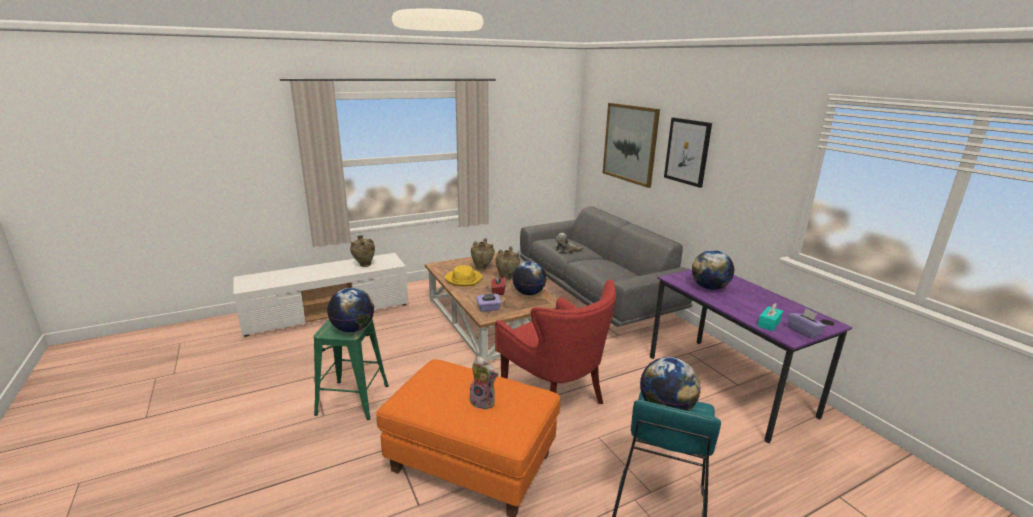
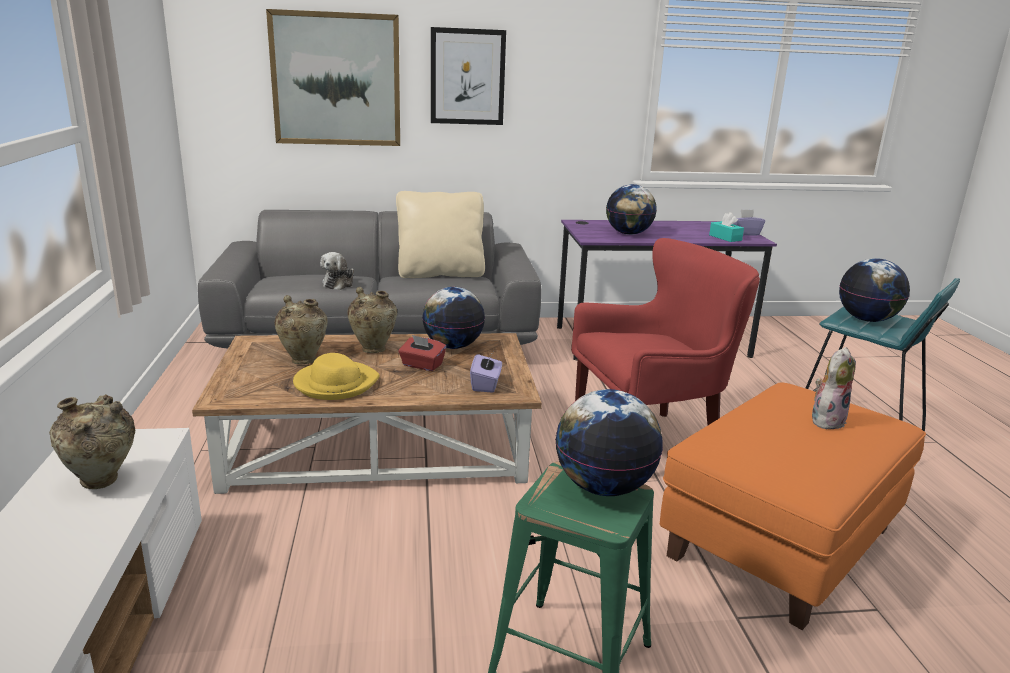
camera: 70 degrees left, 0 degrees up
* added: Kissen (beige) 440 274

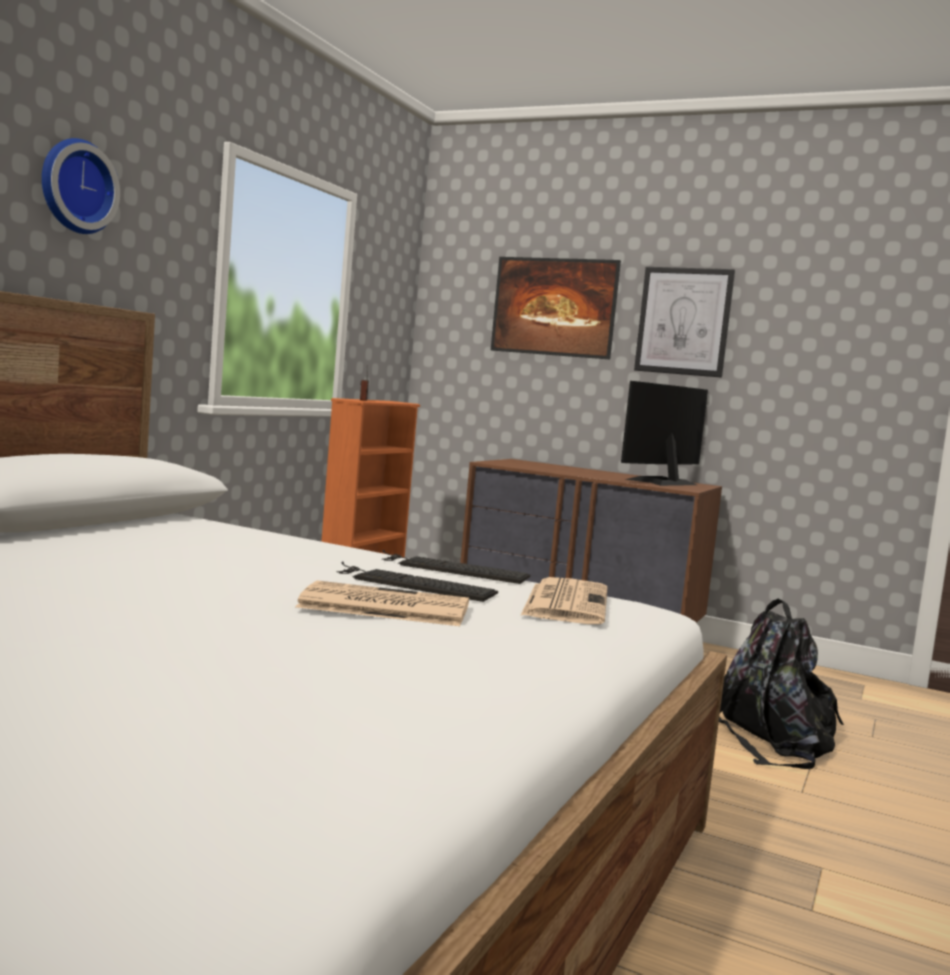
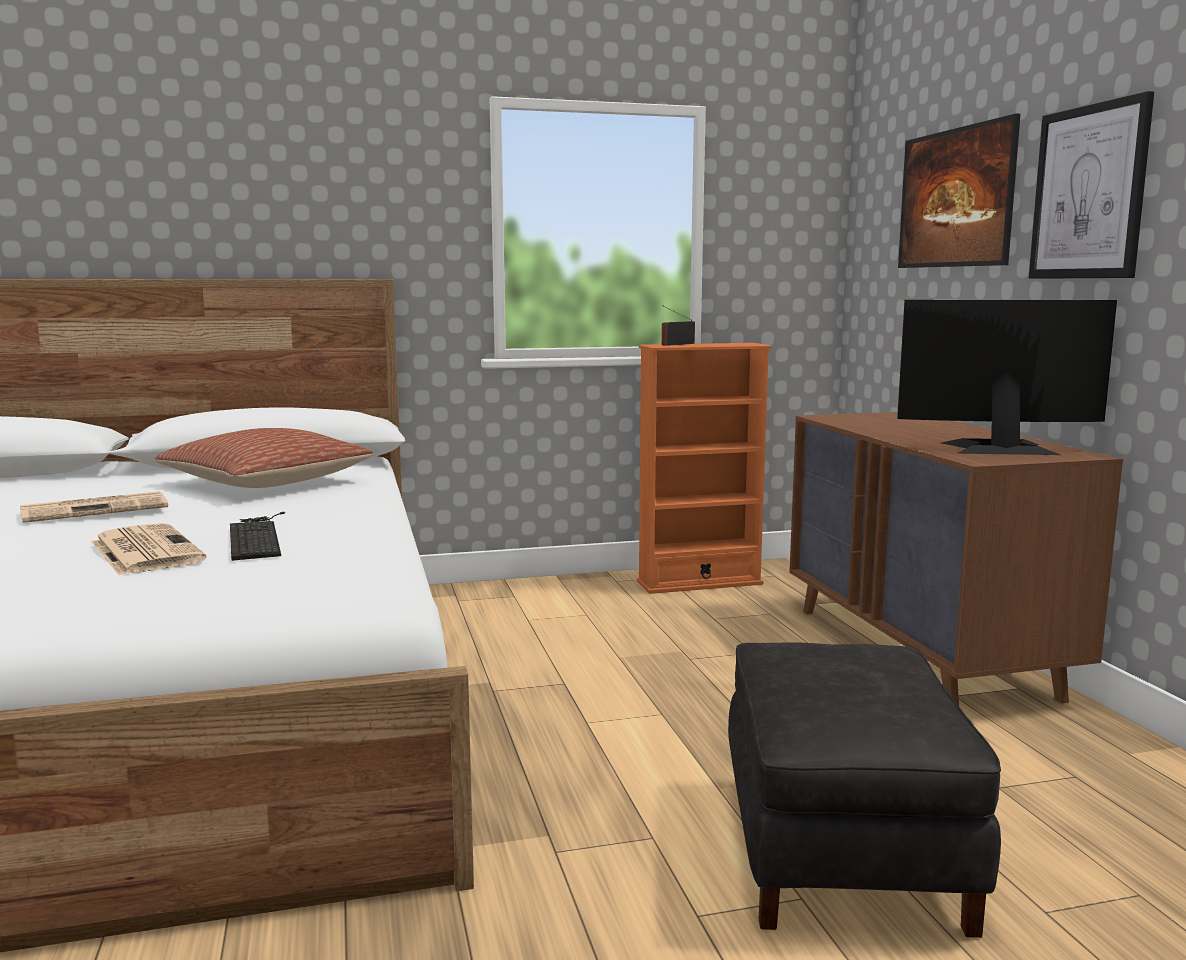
camera: 50 degrees right, 5 degrees up
* removed: Wanduhr 75 186
* removed: Tastatur 450 568
* added: Kissen 266 483
* moved: Zeitung 565 602 to 97 509
* replaced: Rucksack (schwarz) 774 740 to Polsterhocker (schwarz) 840 850

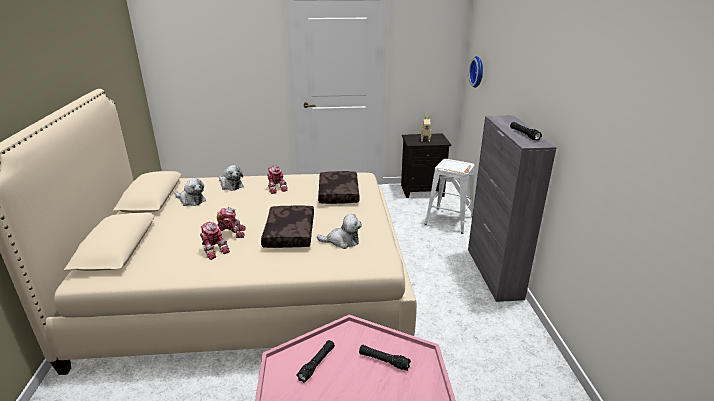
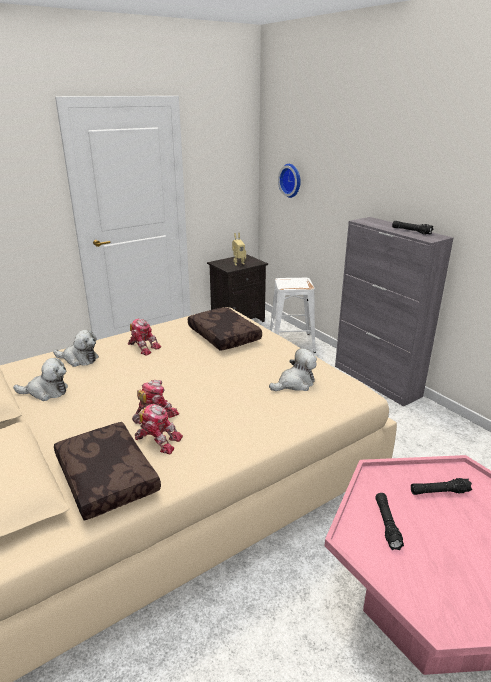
camera: 30 degrees left, 0 degrees up
* moved: Kissen (braun) 288 233 to 105 478

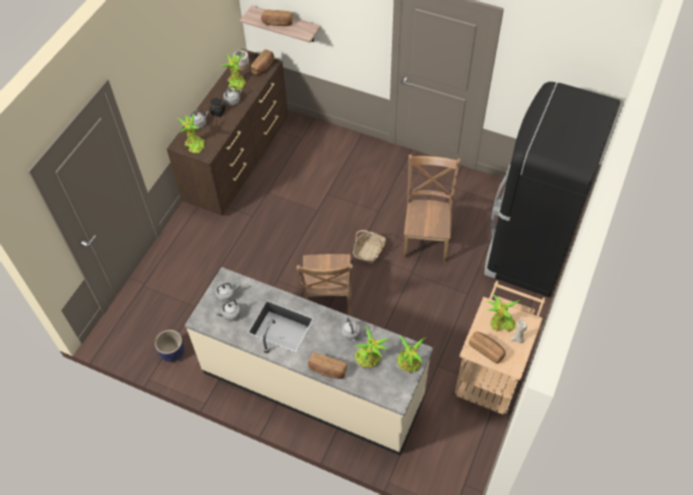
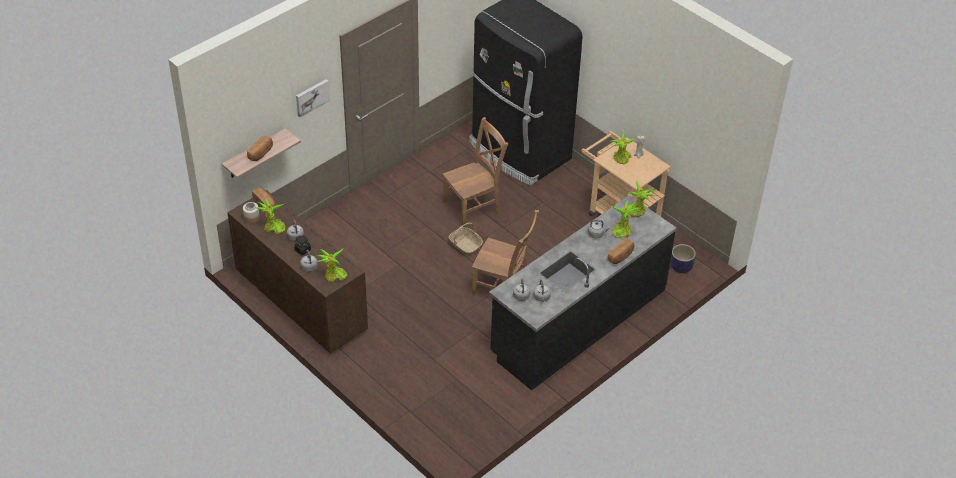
camera: 70 degrees left, 10 degrees down
* removed: Brot 486 350
* added: Bild 311 97
* moved: Pflanzkübel 172 353 to 681 267
* recoloured: Küchenzeile (beige) 313 384 to Küchenzeile (schwarz) 578 321
* turned: Stuhl (braun) 426 239 = 474 206 120 degrees clockwise

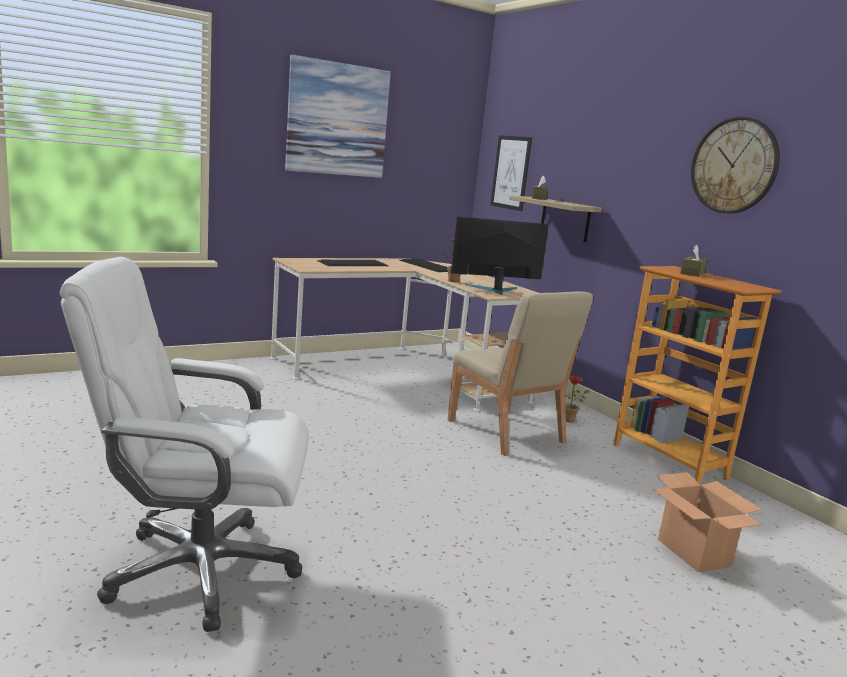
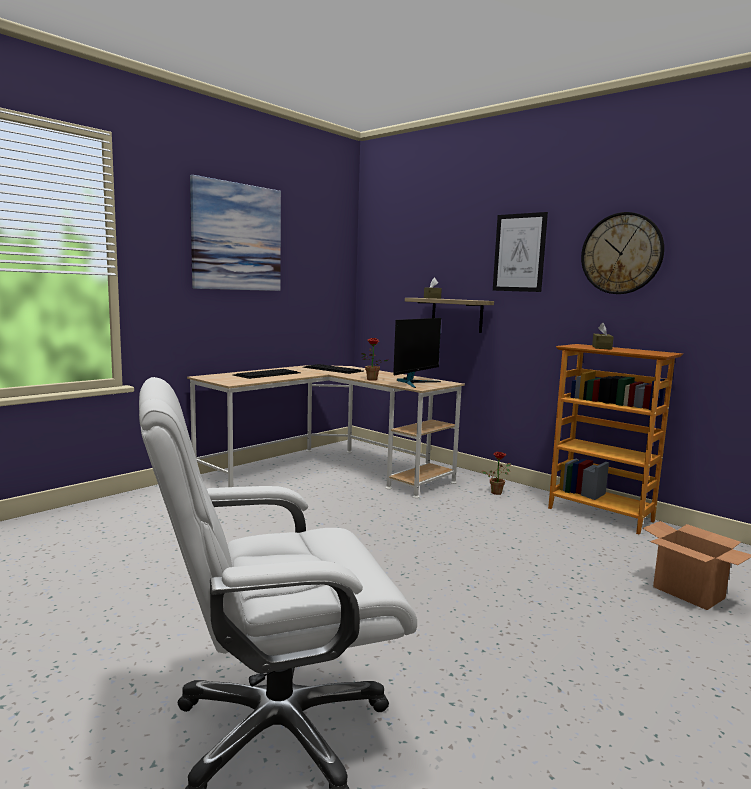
camera: 15 degrees left, 5 degrees down
* removed: Stuhl (beige) 506 432
* moved: Bild 511 172 to 519 252
* turned: Monitor 495 289 = 414 383 150 degrees clockwise

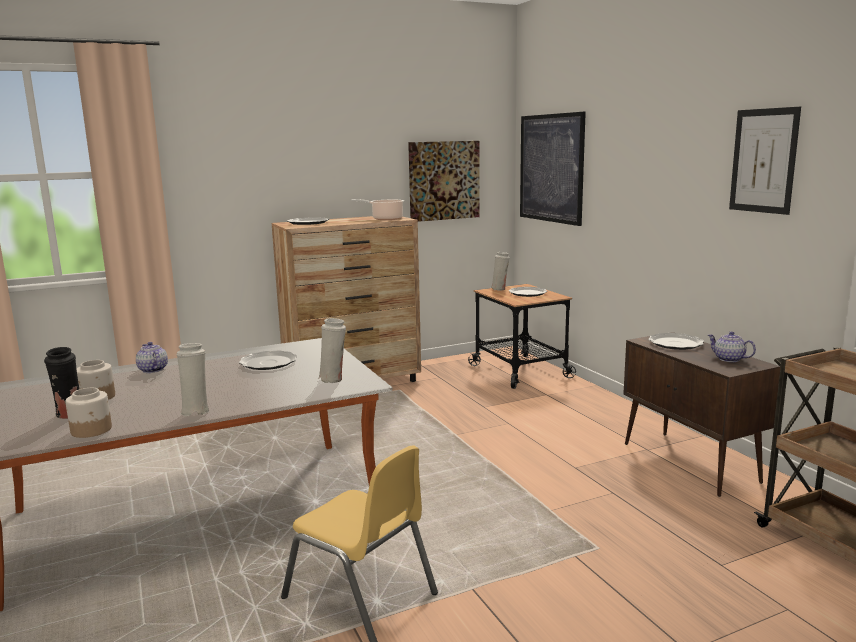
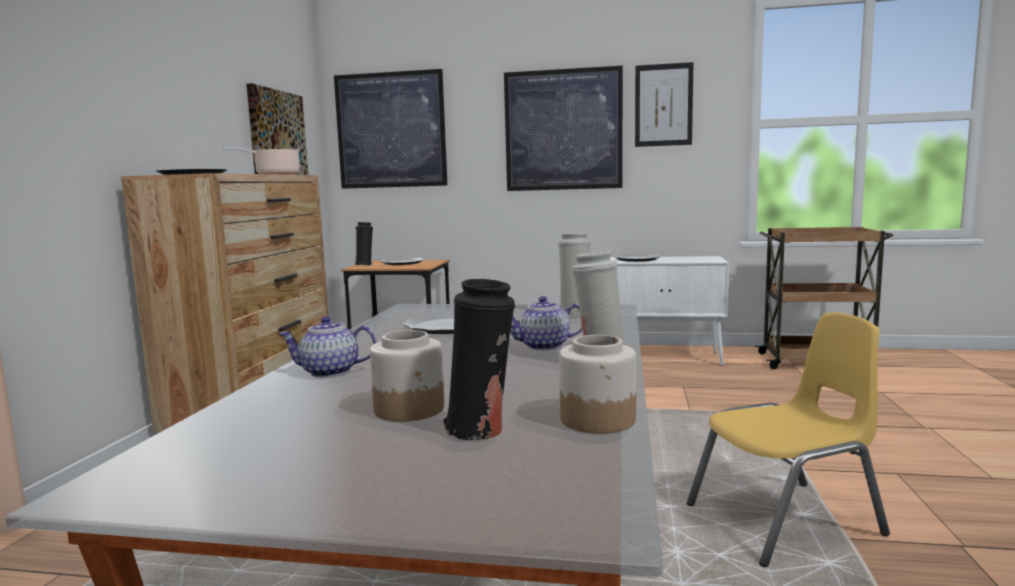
camera: 55 degrees left, 5 degrees down
* added: Bild 563 130
* moved: Teekanne 728 359 to 543 346
* recoloured: Vase (weiß) 500 289 to Vase (schwarz) 365 265
* recoloured: Schrank (braun) 690 463 to Schrank (weiß) 664 358

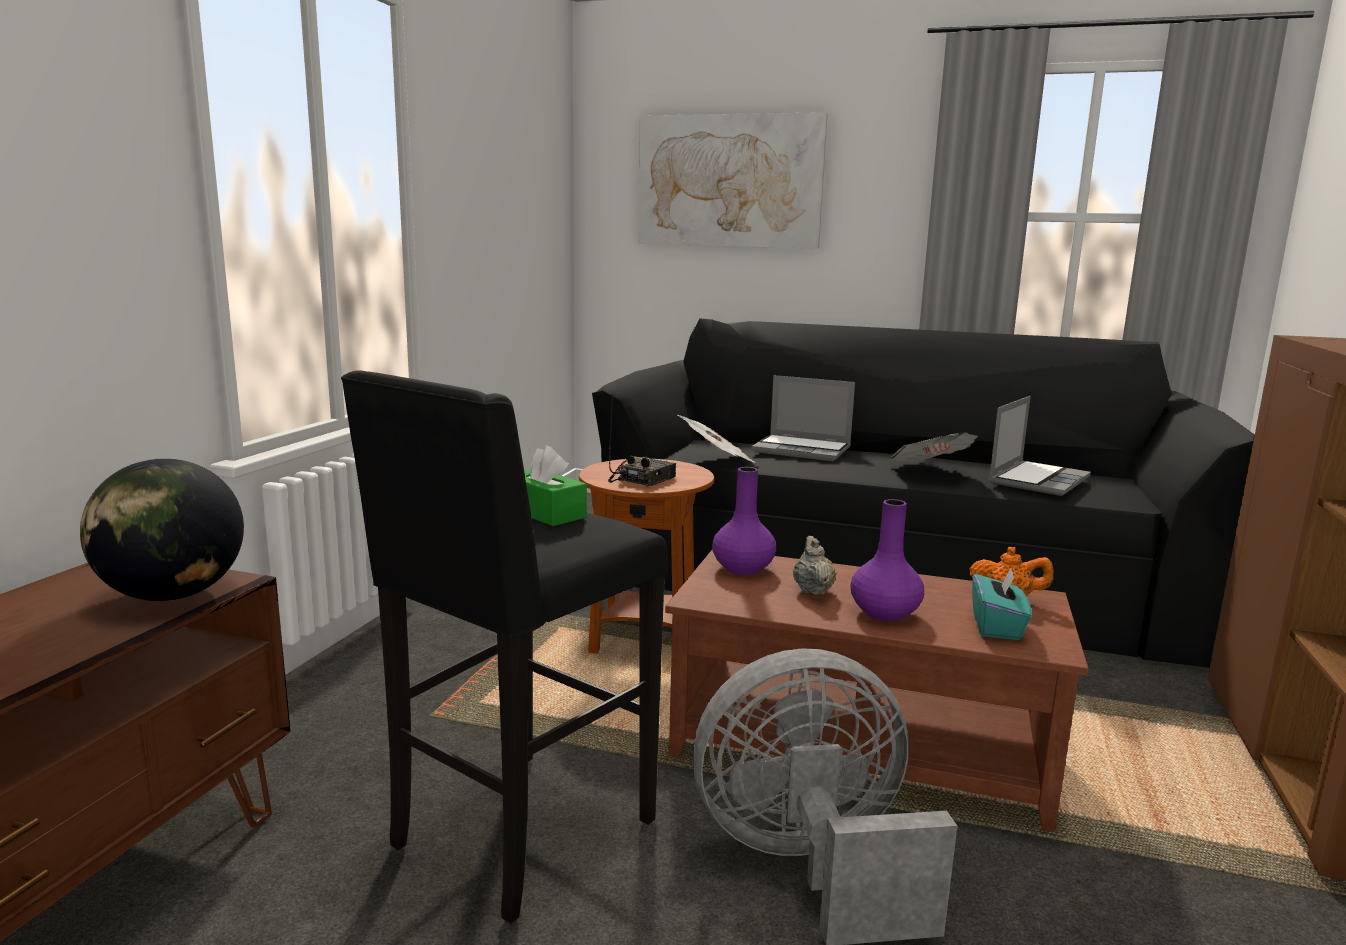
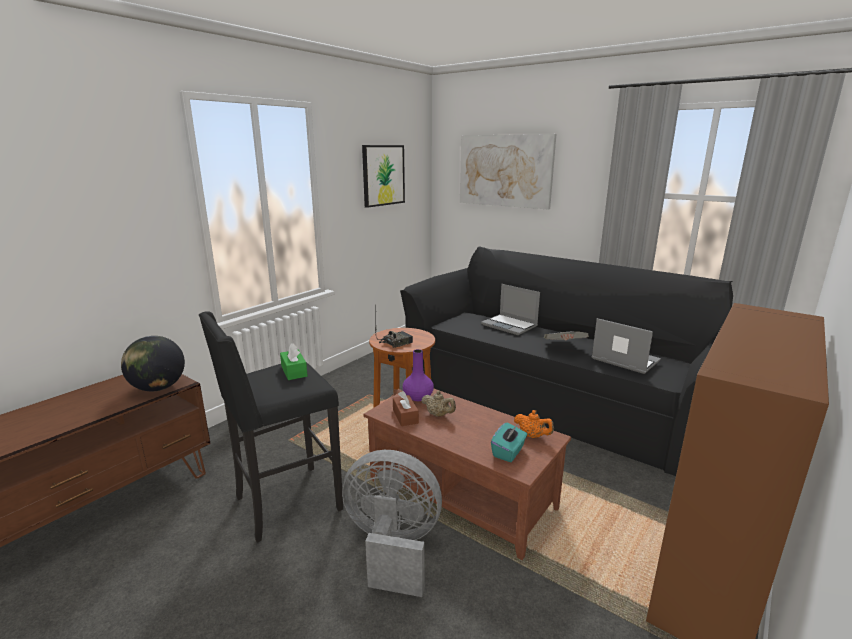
camera: 20 degrees right, 5 degrees up
* removed: Zeitung 717 460
* removed: Vase (lila) 884 613
* added: Bild 383 175
* added: Taschentuchbox (braun) 405 416
* turned: Teekanne (beige) 812 590 = 438 415 105 degrees clockwise
* turned: Laptop 1037 480 = 624 360 105 degrees counterclockwise

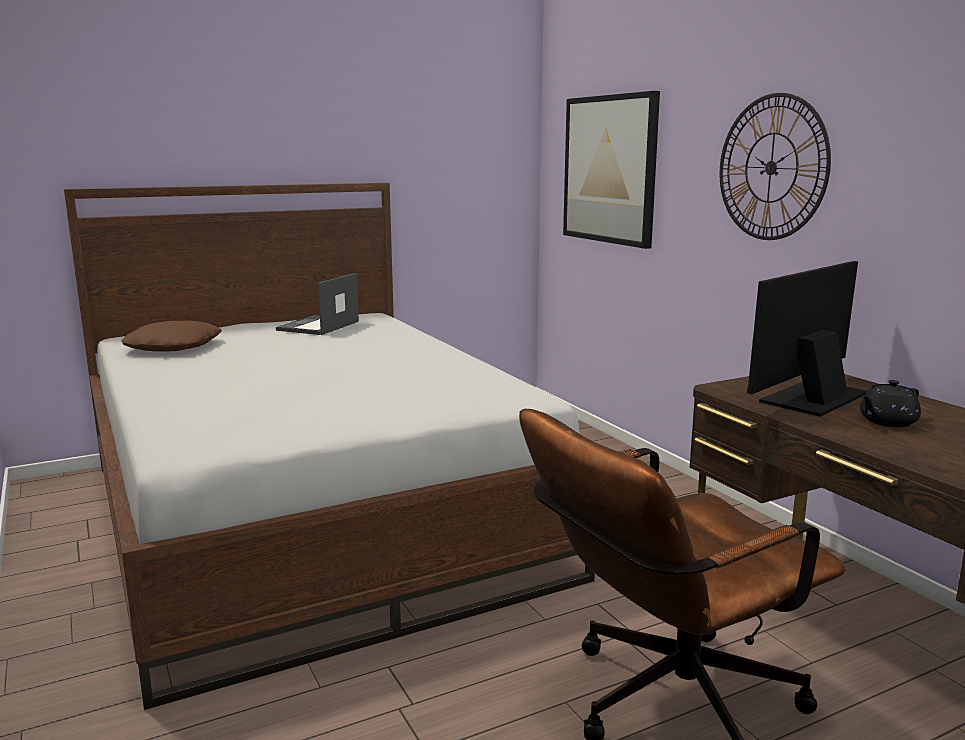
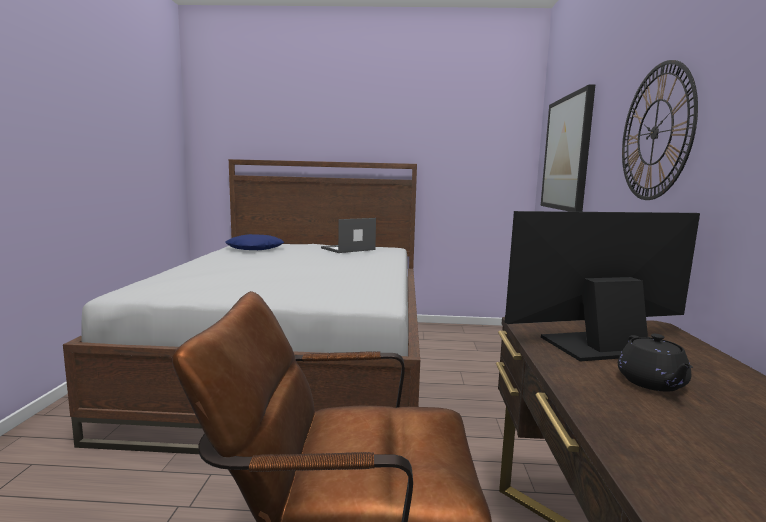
camera: 30 degrees right, 5 degrees down
* recoloured: Kissen (braun) 173 347 to Kissen (blau) 254 249
* turned: Teekanne (schwarz) 887 422 = 652 383 90 degrees counterclockwise

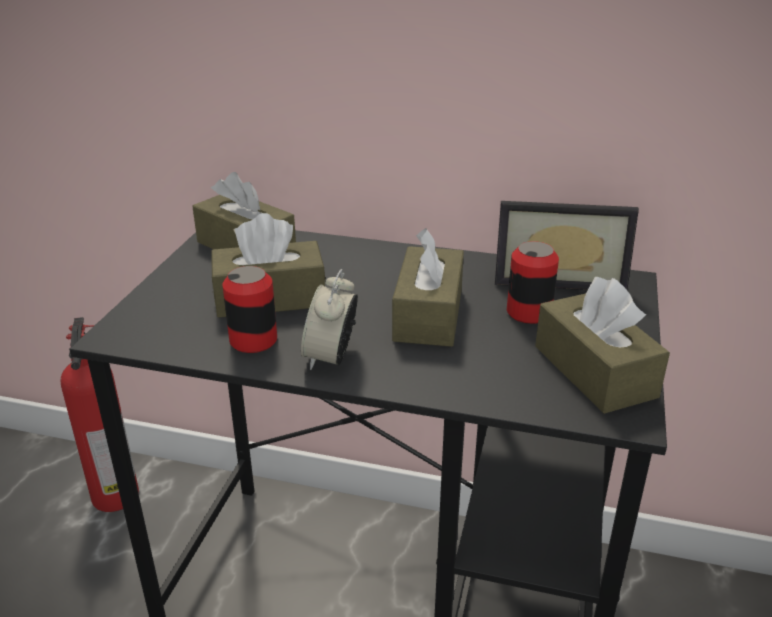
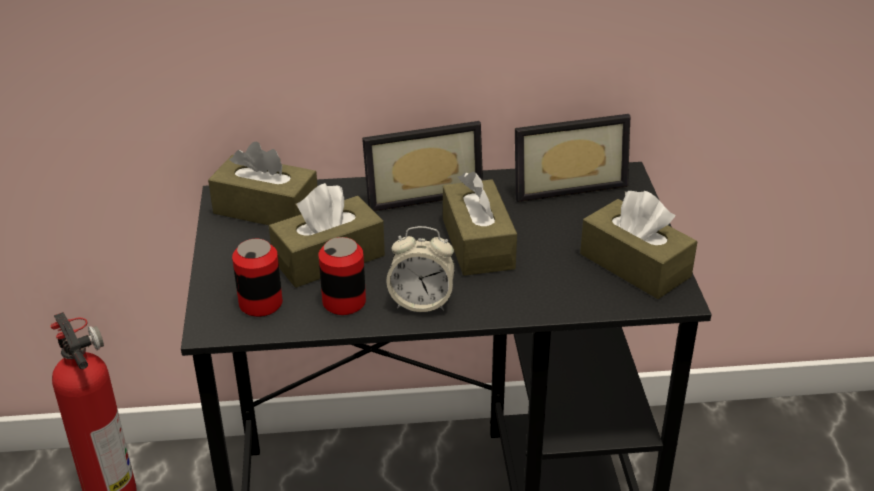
camera: 20 degrees left, 5 degrees up
* added: Bilderrahmen 421 192
* moved: Dose 528 312 to 260 303
* turned: Wecker 331 357 = 421 302 75 degrees counterclockwise

